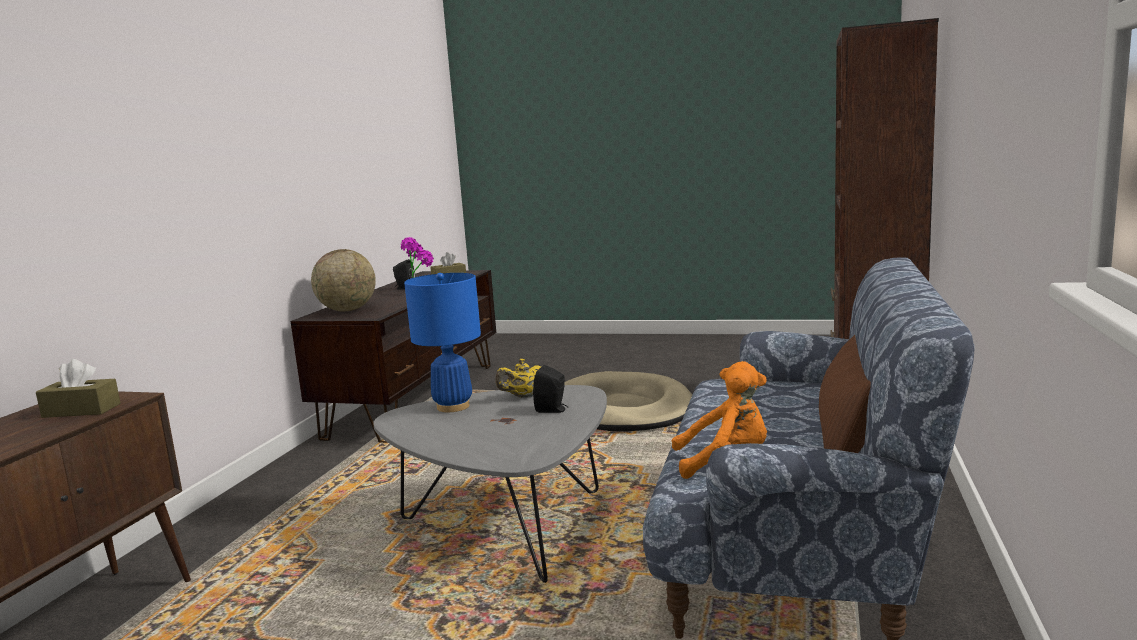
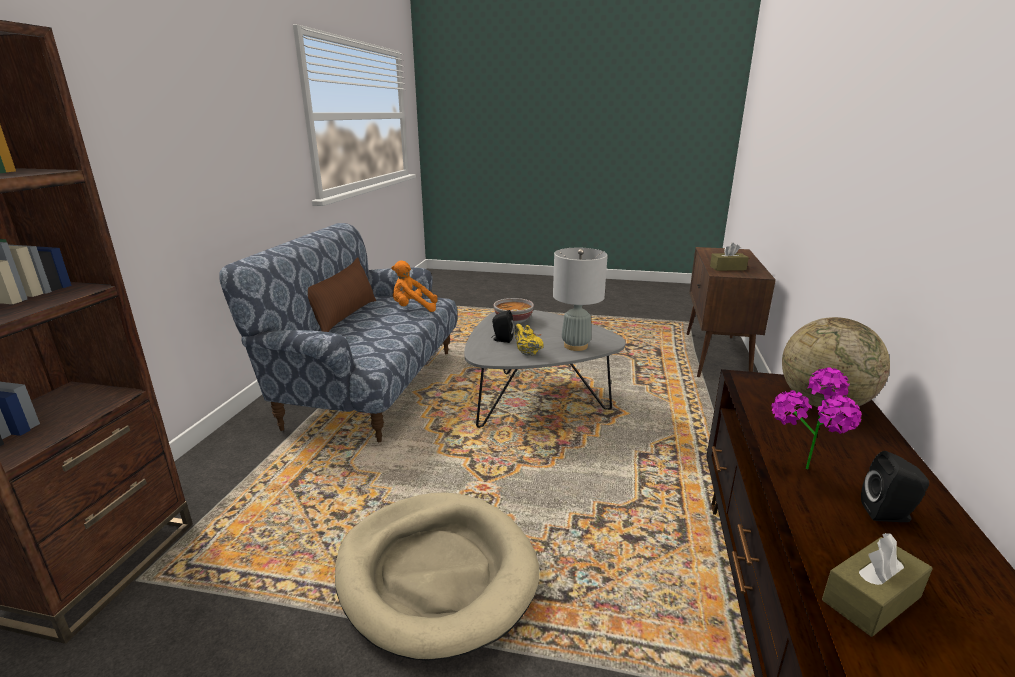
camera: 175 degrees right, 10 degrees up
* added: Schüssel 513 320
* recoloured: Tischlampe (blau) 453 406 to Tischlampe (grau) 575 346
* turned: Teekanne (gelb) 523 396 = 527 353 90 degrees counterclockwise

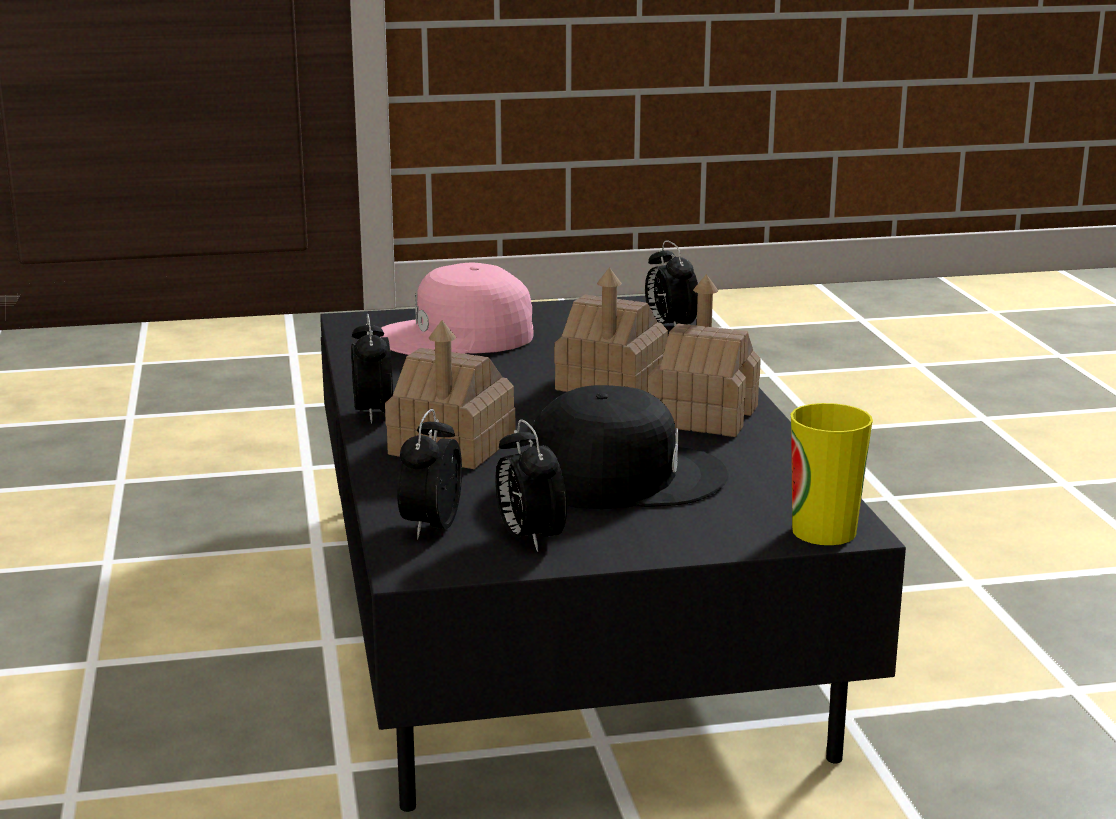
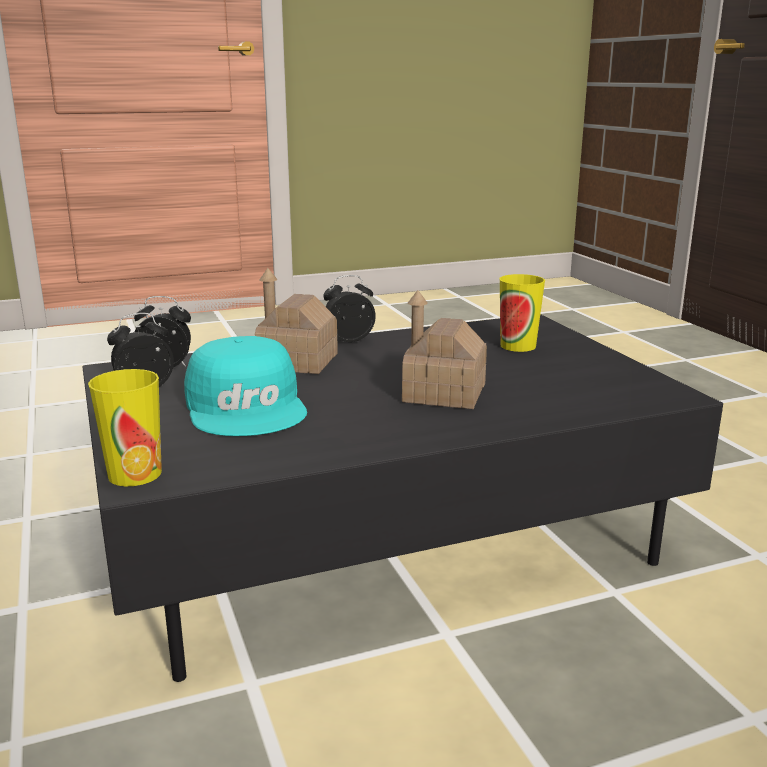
camera: 80 degrees right, 0 degrees up
* removed: Wecker 669 327
* removed: Spielzeughaus 702 416
* replaced: Kappe (rosa) 457 337 to Tasse 518 346
* recoloured: Kappe (schwarz) 623 476 to Kappe (türkis) 248 407

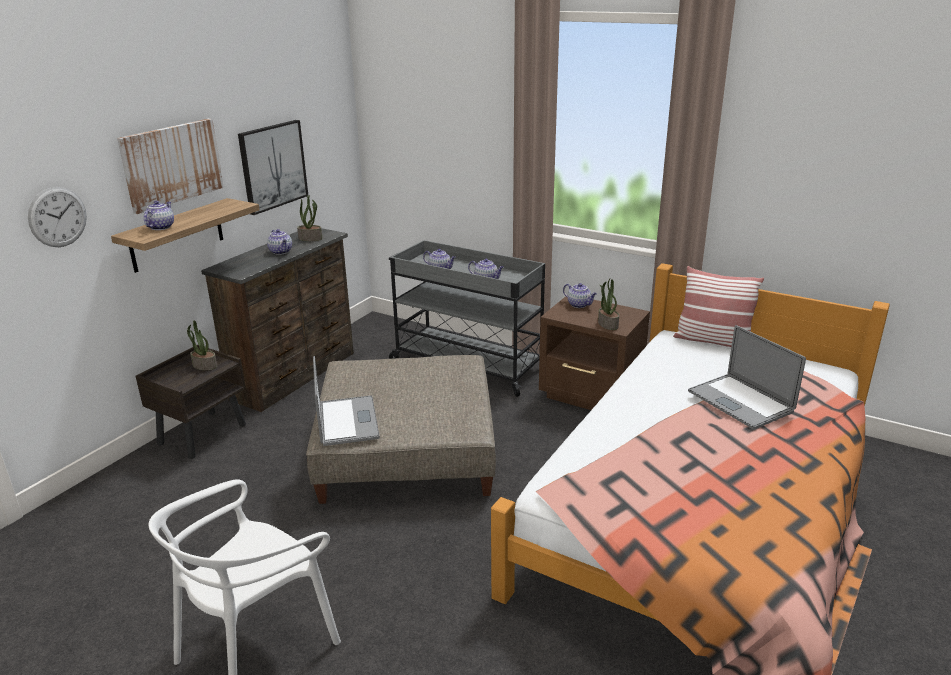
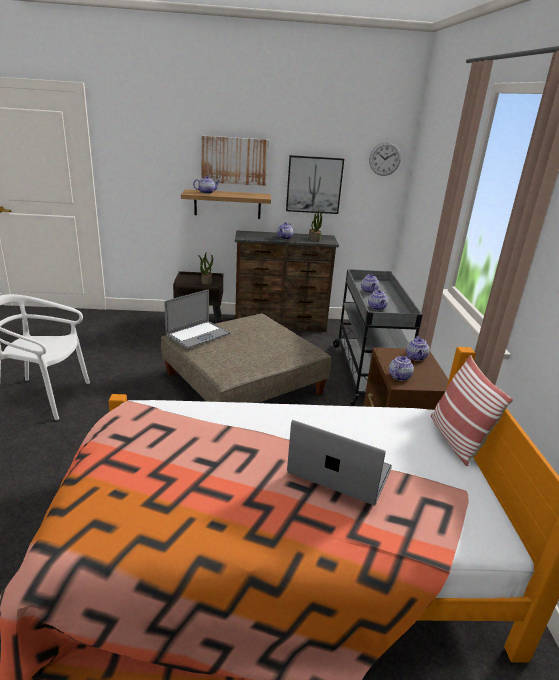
camera: 55 degrees right, 0 degrees up
* moved: Wanduhr 57 217 to 385 159
* replaced: Topfpflanze 607 324 to Teekanne 399 376
* turned: Laptop 740 401 = 339 471 90 degrees clockwise

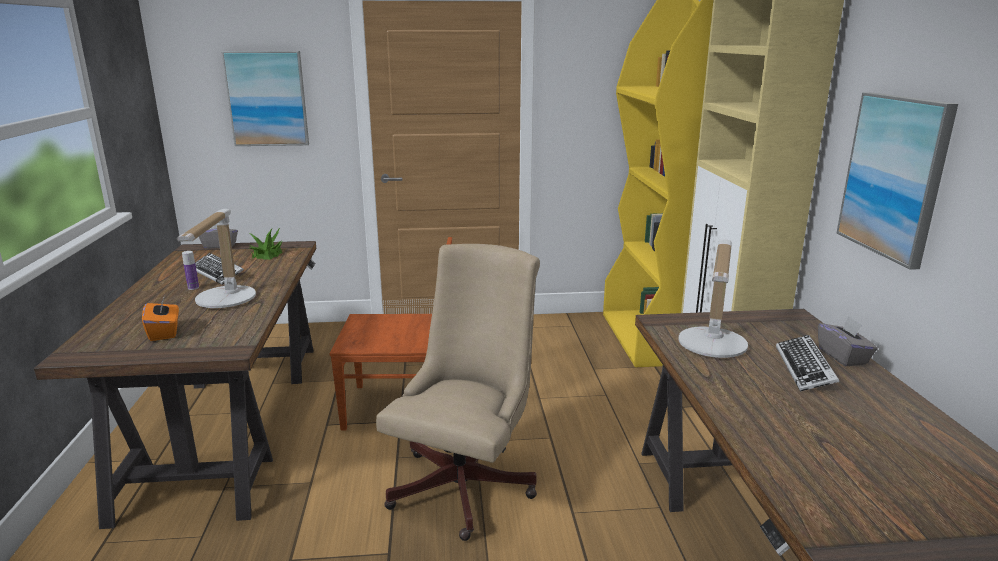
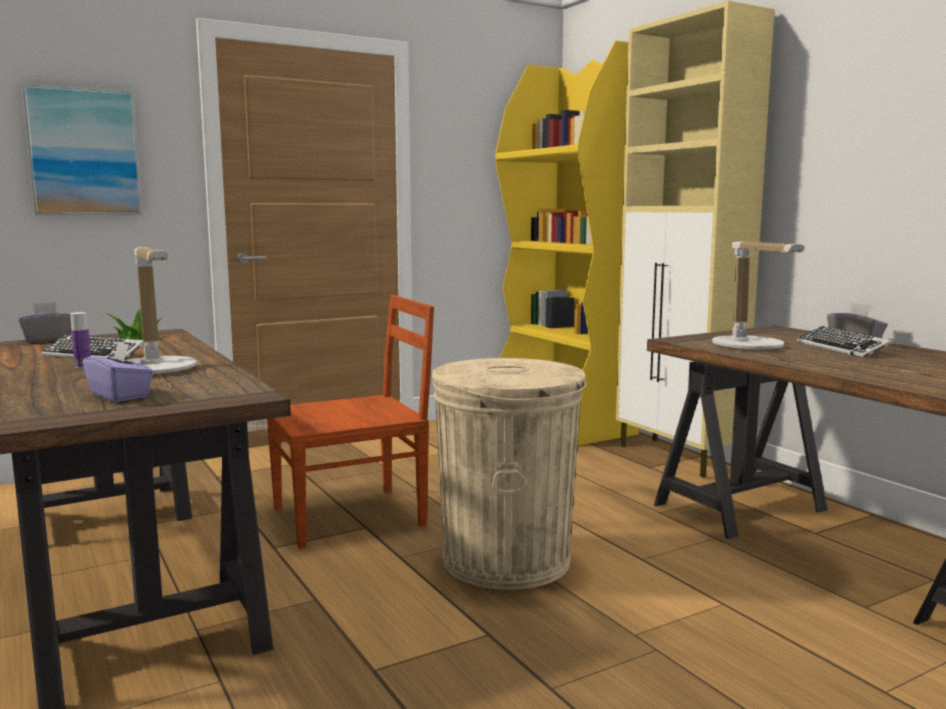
camera: 25 degrees left, 10 degrees down
* removed: Bild 894 176
* replaced: Bürostuhl (beige) 467 482 to Mülleimer (beige) 506 560
* recoloured: Taschentuchbox (orange) 164 332 to Taschentuchbox (lila) 120 395

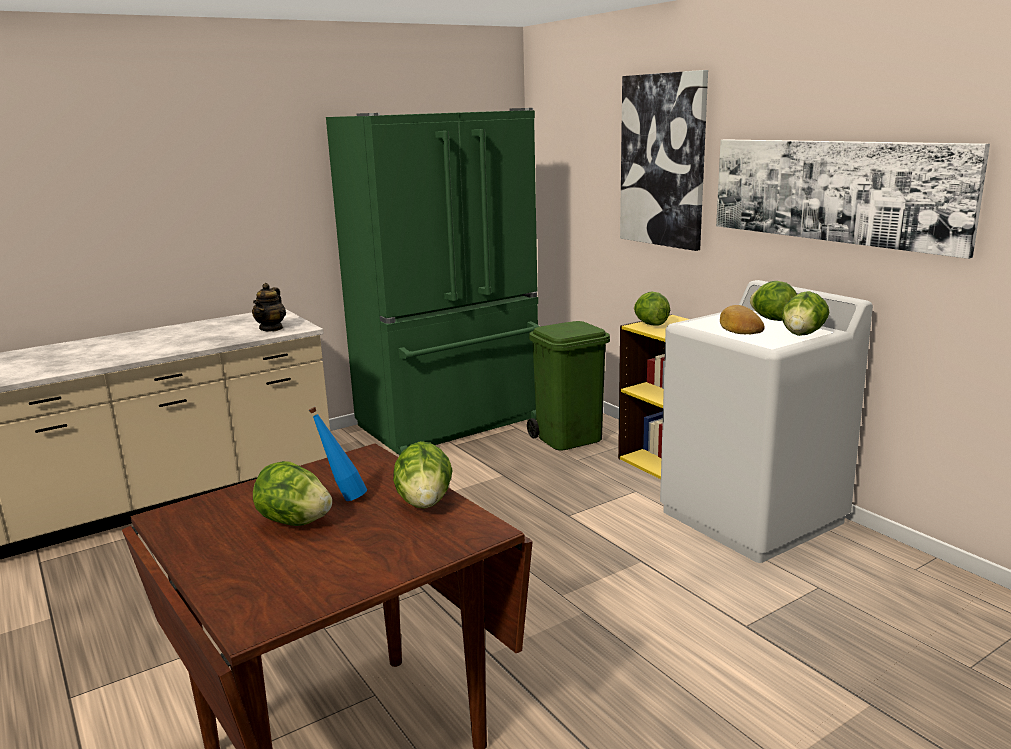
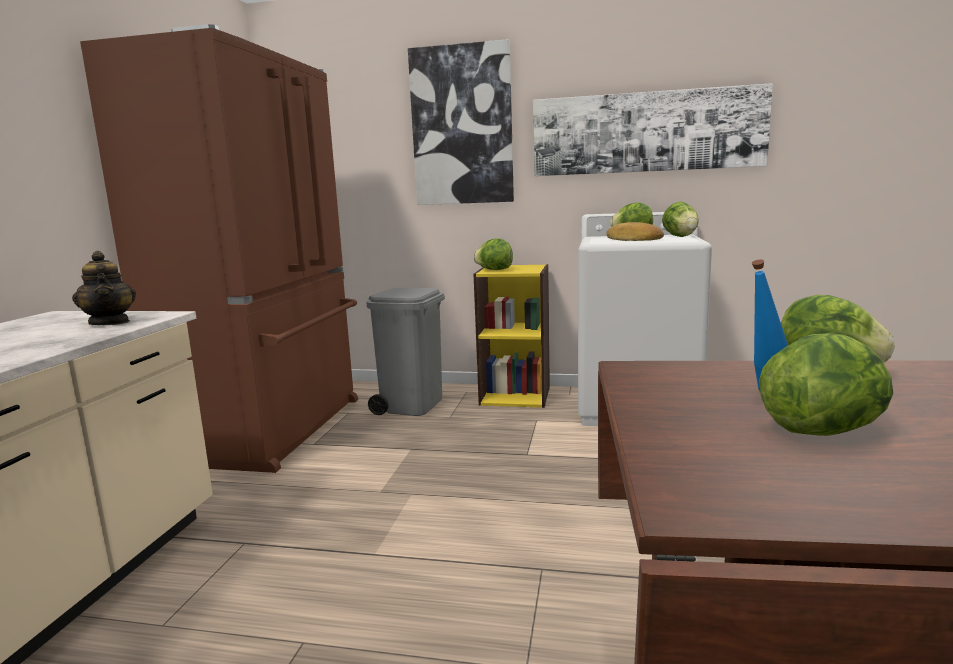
camera: 45 degrees left, 5 degrees down
* recoloured: Kühlschrank (grün) 451 423 to Kühlschrank (braun) 274 429
* recoloured: Mülleimer (grün) 569 438 to Mülleimer (grau) 412 405

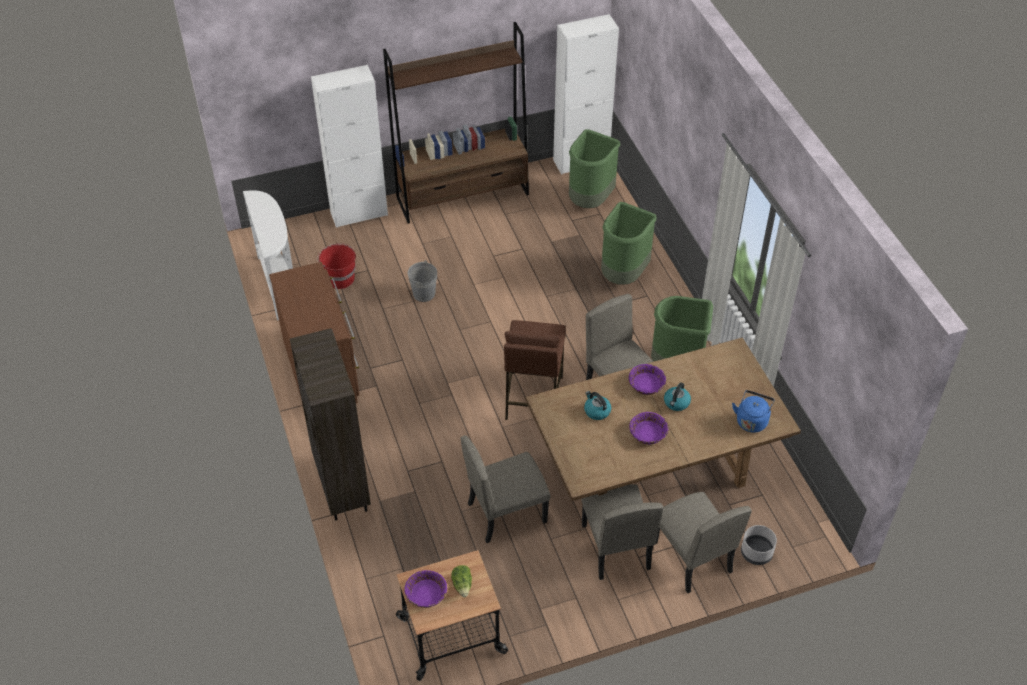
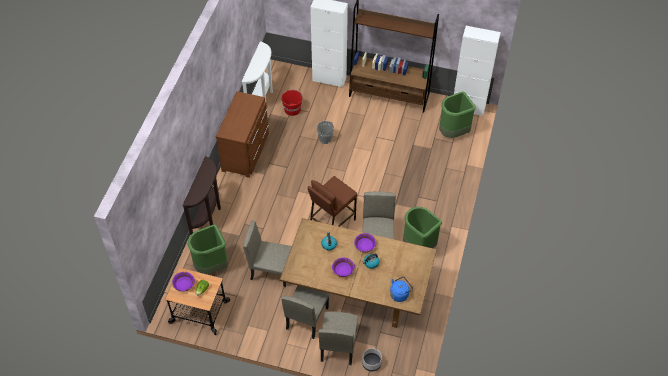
camera: 35 degrees right, 5 degrees up
* moved: Mülleimer (grün) 623 275 to 212 266
* replaced: Bücherregal (braun) 341 489 to Konsolentisch (braun) 208 215

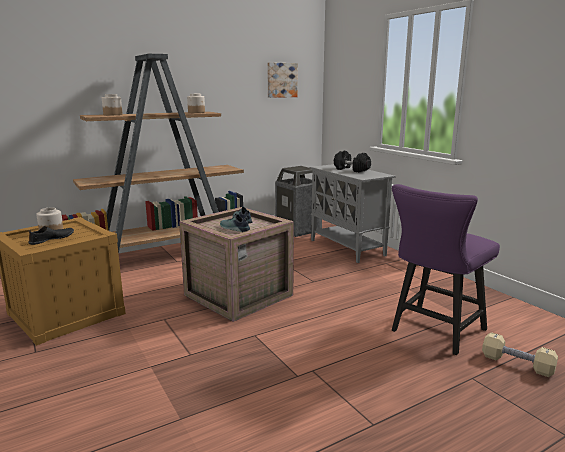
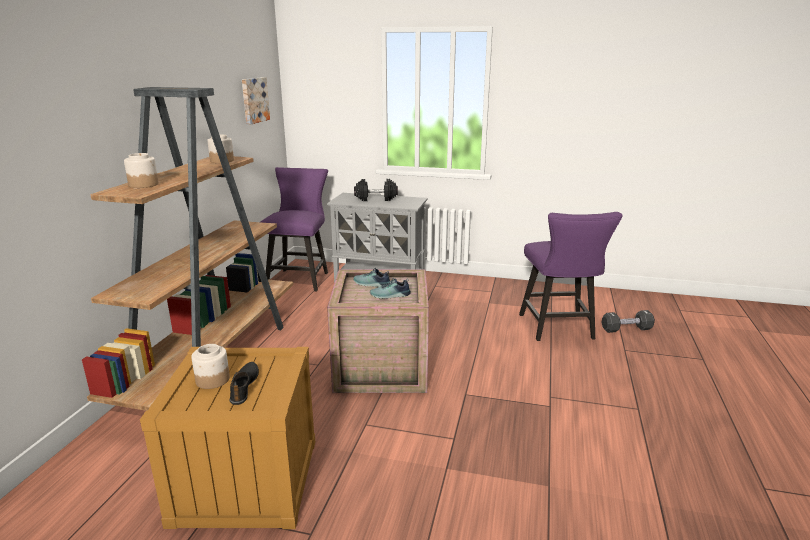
camera: 45 degrees left, 5 degrees up
* replaced: Mülleimer 298 230 to Stuhl (lila) 300 278
* recoloured: Hantel (beige) 517 364 to Hantel (schwarz) 626 329

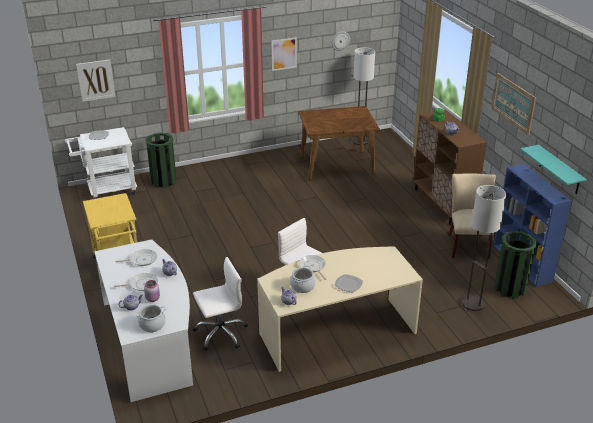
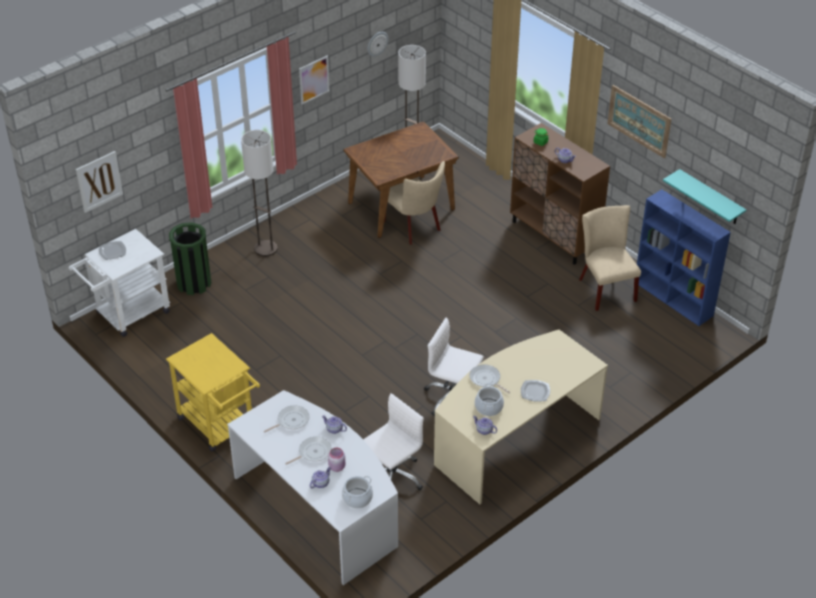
camera: 20 degrees left, 10 degrees up
* removed: Mülleimer (grün) 510 288
* added: Stuhl (beige) 414 227
* moved: Stehlampe 473 304 to 265 249

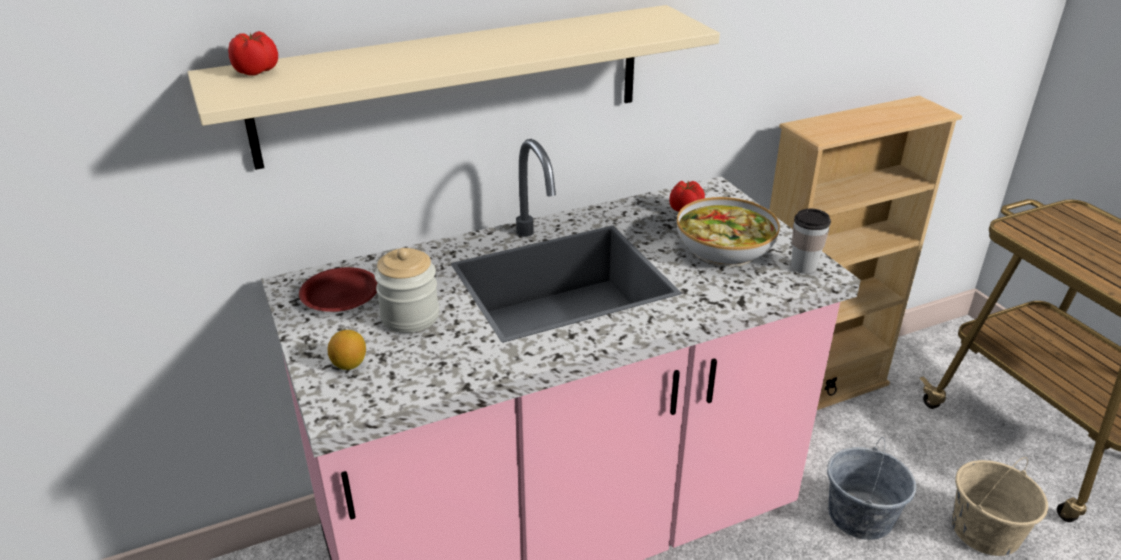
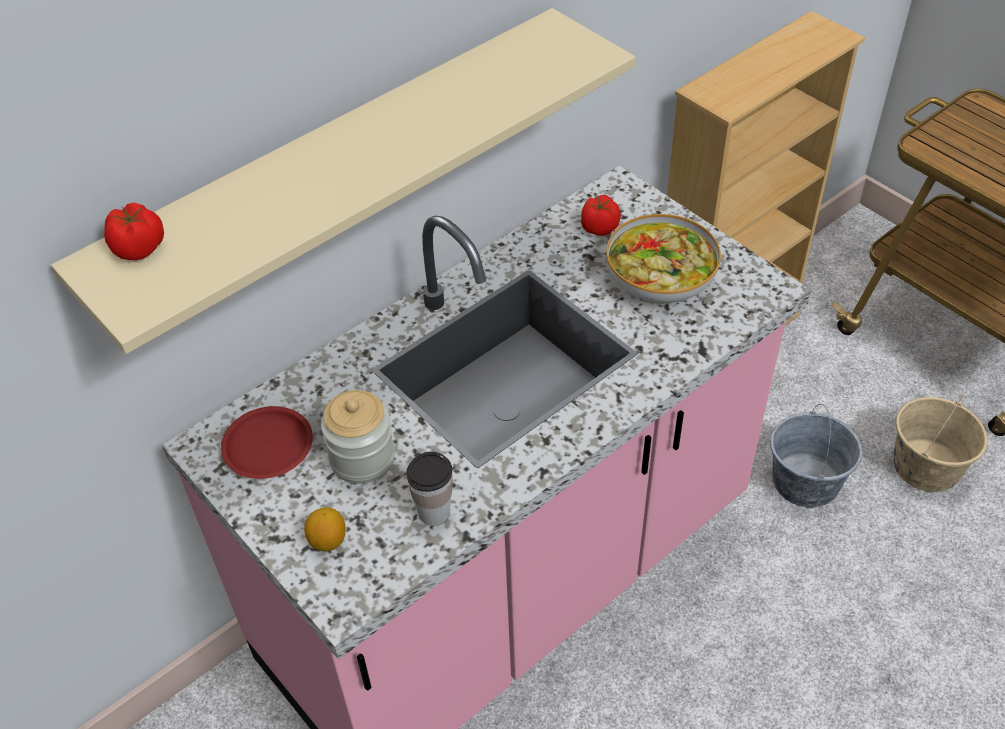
camera: 15 degrees left, 15 degrees up
* moved: Tasse 803 267 to 434 512

